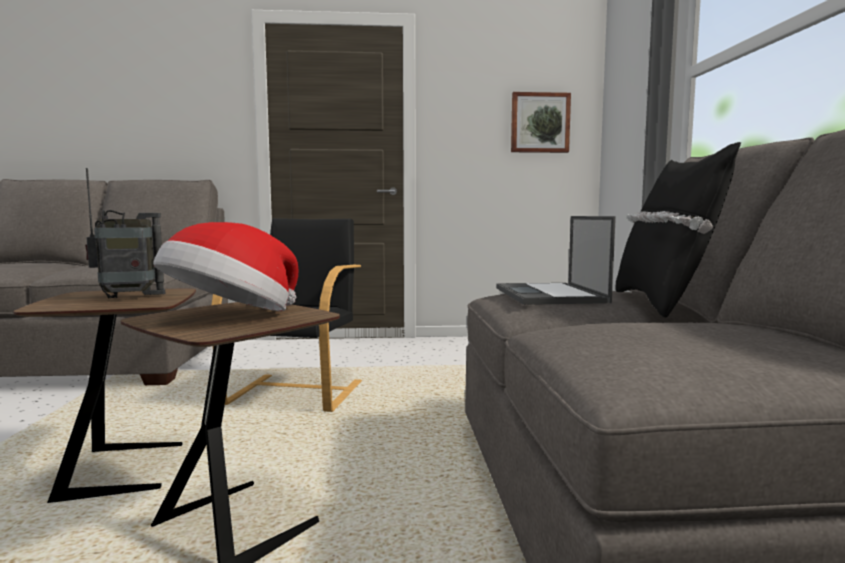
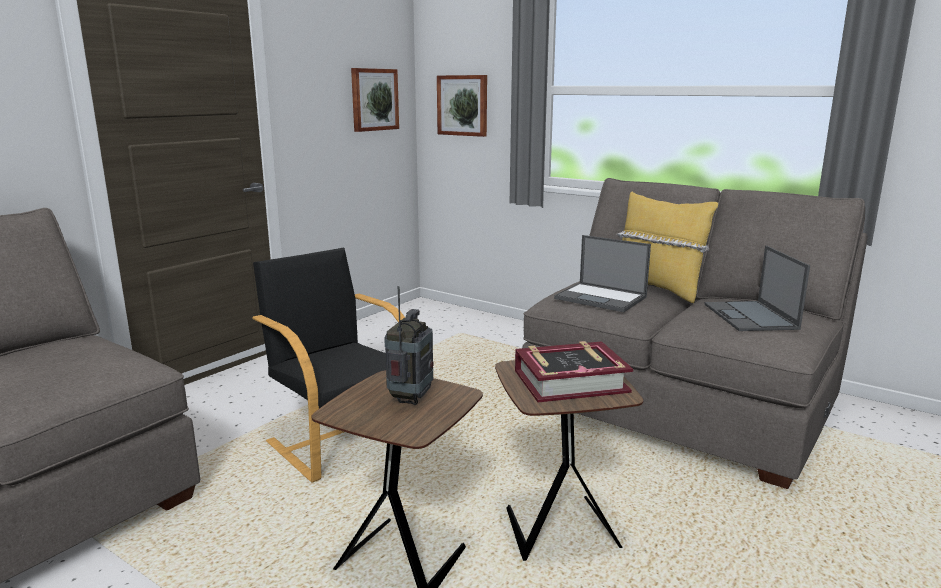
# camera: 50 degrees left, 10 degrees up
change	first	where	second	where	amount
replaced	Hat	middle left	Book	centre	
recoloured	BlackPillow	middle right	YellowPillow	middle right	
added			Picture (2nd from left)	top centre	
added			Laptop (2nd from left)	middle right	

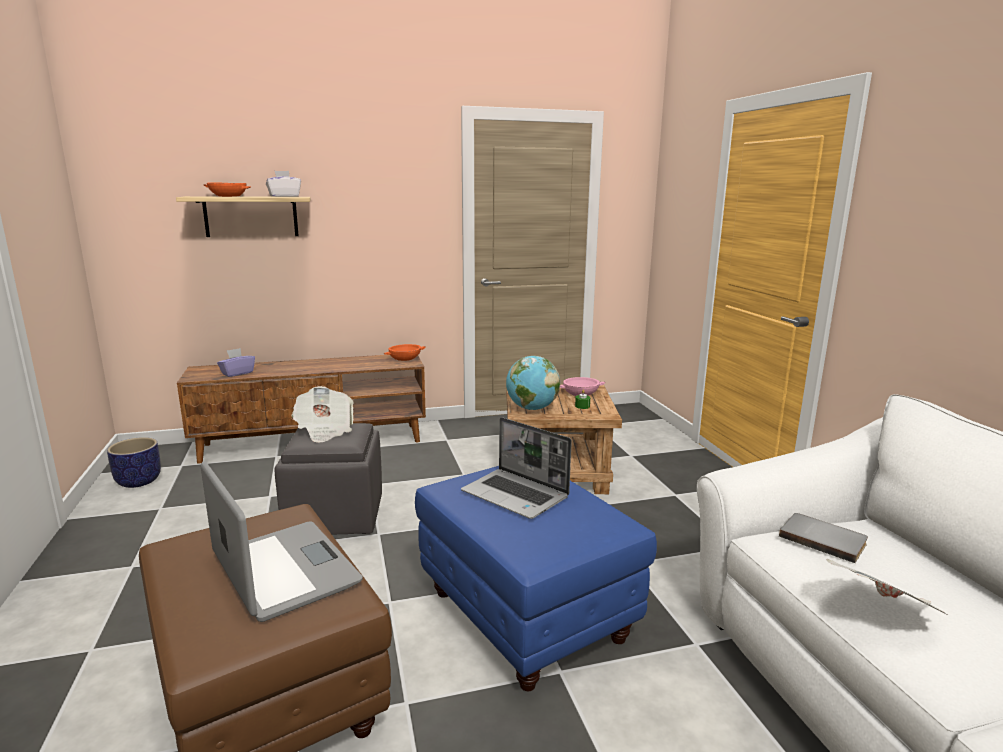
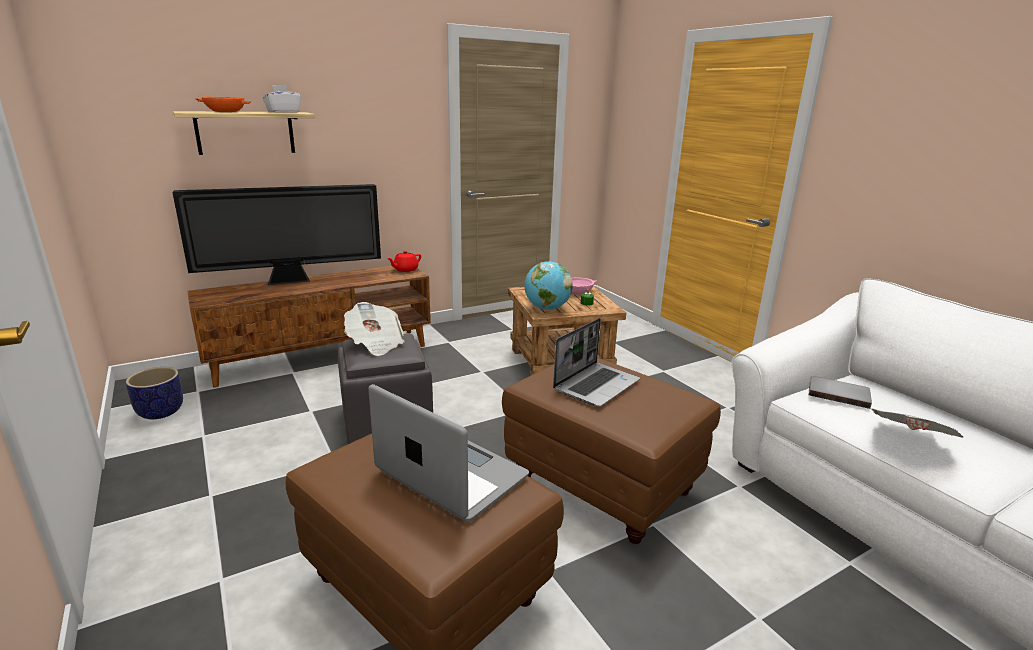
# camera: 15 degrees left, 5 degrees up
change	first	where	second	where	amount
removed	PurpleTissueBox	middle left			
replaced	OrangeBowl (2nd from left)	centre	RedTeapot	centre	
recoloured	BlueOttoman	bottom centre	BrownOttoman (2nd from left)	bottom centre	
turned	Laptop (2nd from left)	centre		centre	75 degrees counterclockwise
added			Television	middle left	

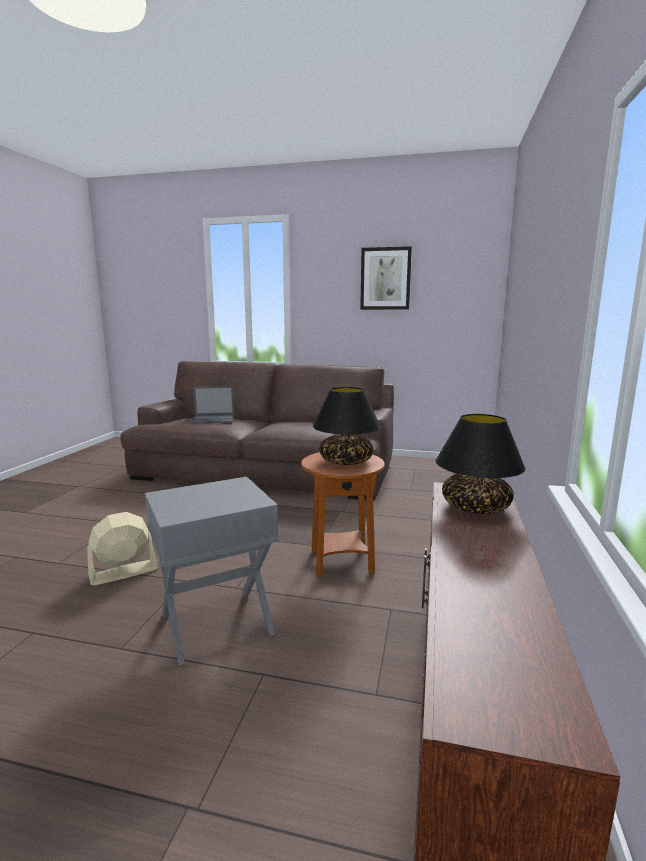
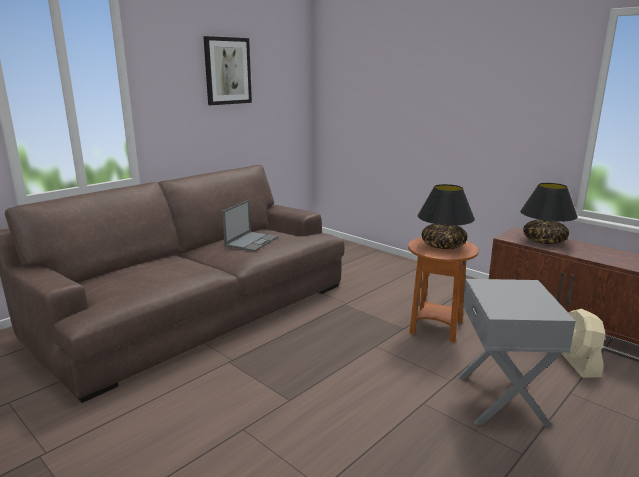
# camera: 60 degrees left, 5 degrees up
change	first	where	second	where	amount
moved	BeigeFan	middle left		bottom right	
moved	Laptop	middle left		centre	

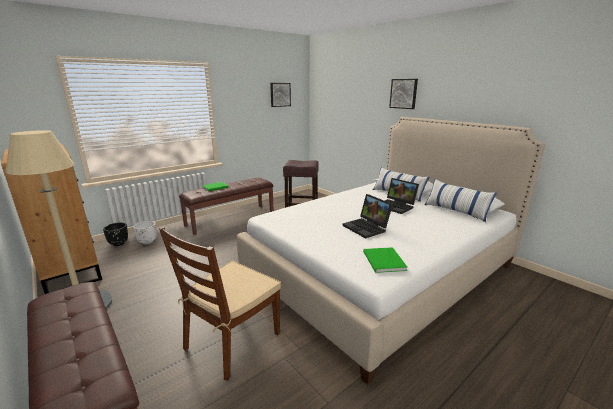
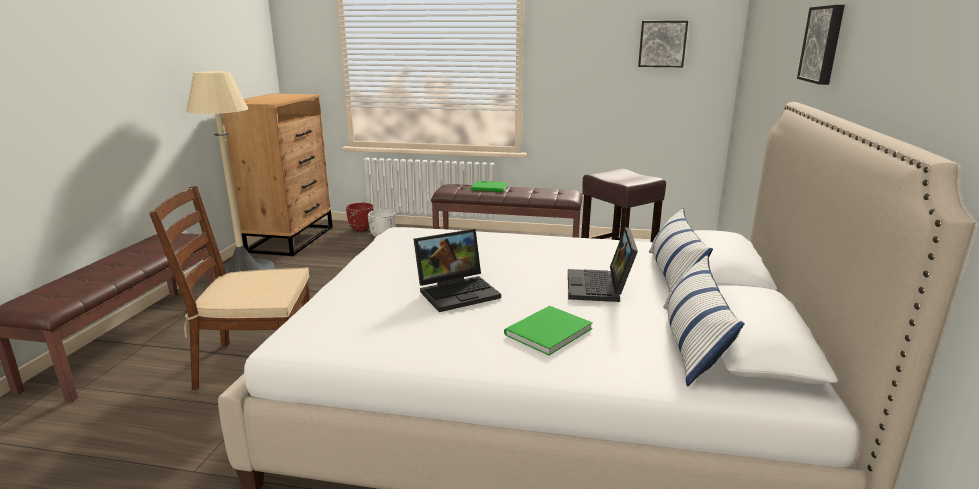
# camera: 50 degrees right, 0 degrees up
change	first	where	second	where	amount
recoloured	BlackPlanter	middle left	RedPlanter	centre	
turned	Laptop (1st from left)	centre		centre	135 degrees counterclockwise
moved	GreenBook (2nd from left)	centre		bottom centre	

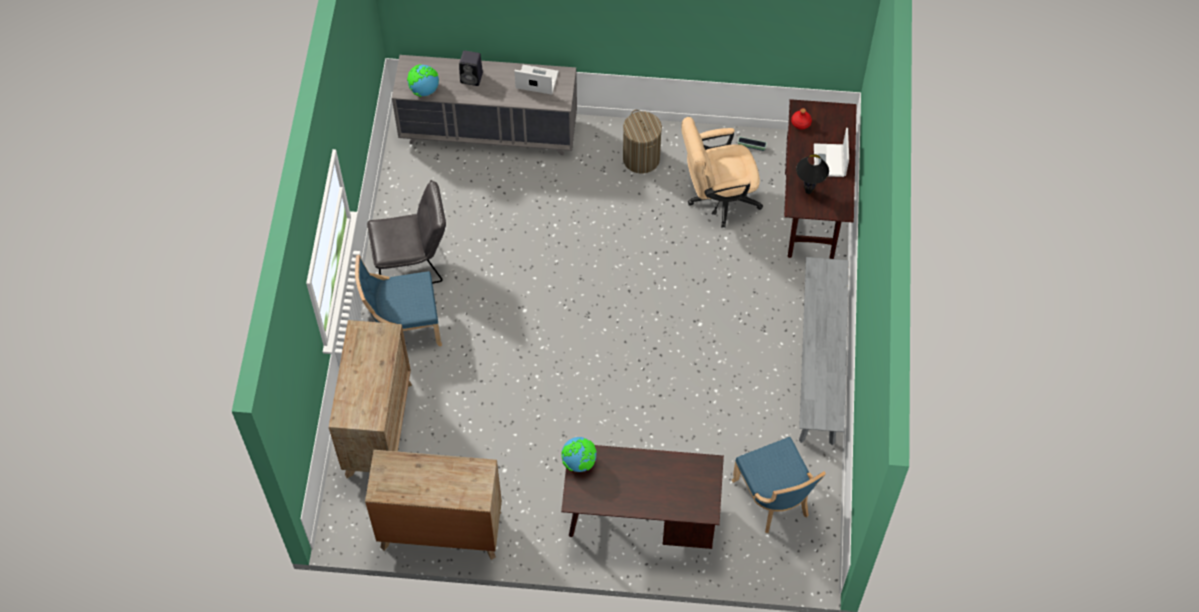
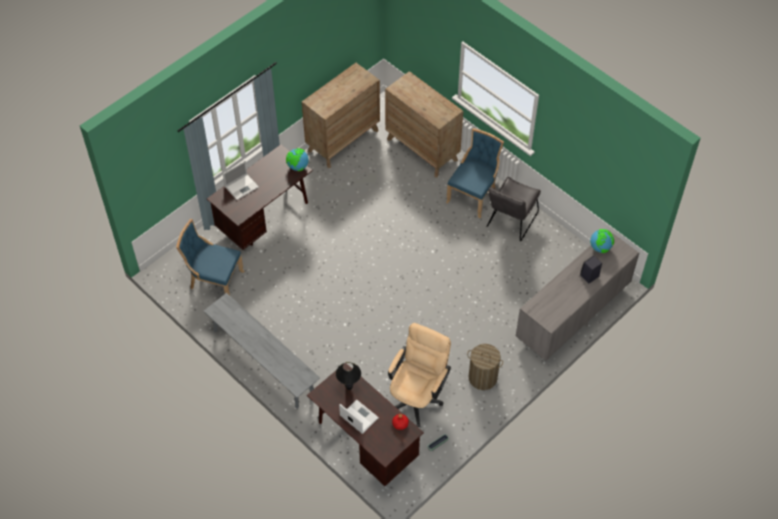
# camera: 130 degrees right, 5 degrees down
change	first	where	second	where	amount
moved	Laptop (1st from left)	top centre		middle left	

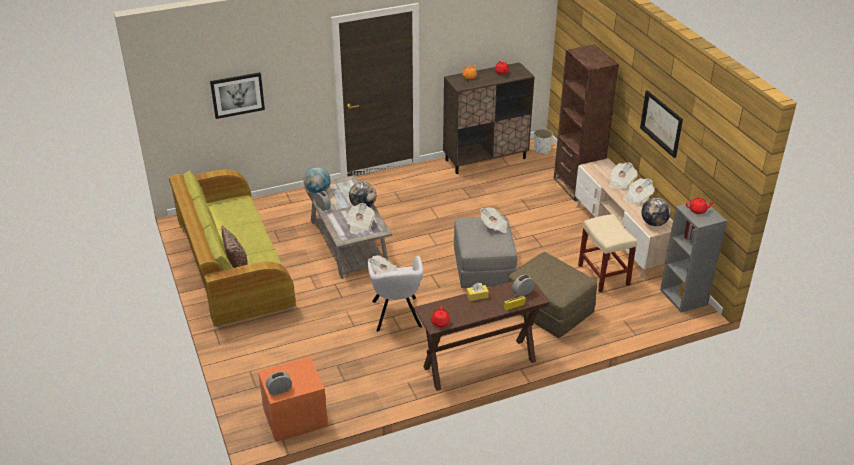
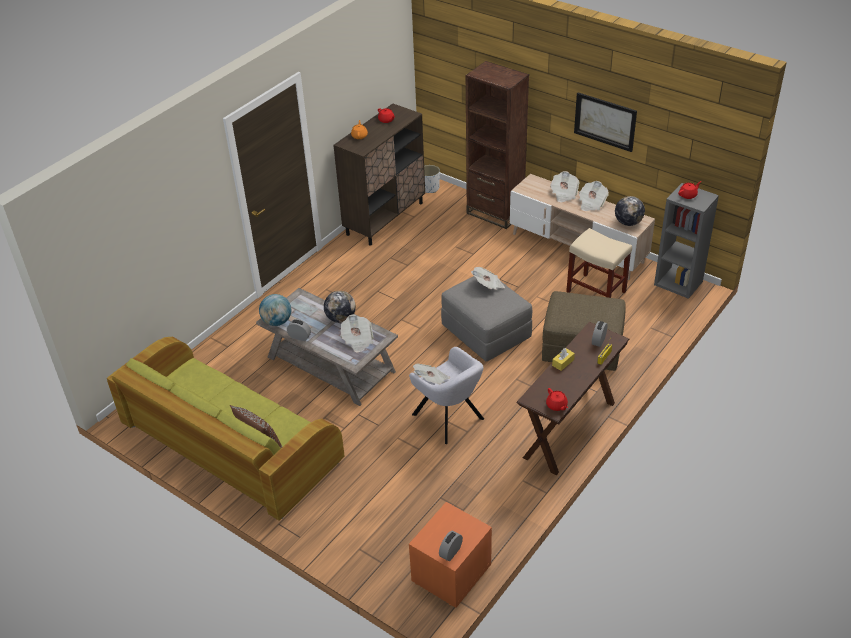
# camera: 30 degrees left, 5 degrees up
change	first	where	second	where	amount
removed	Picture (1st from left)	top left			

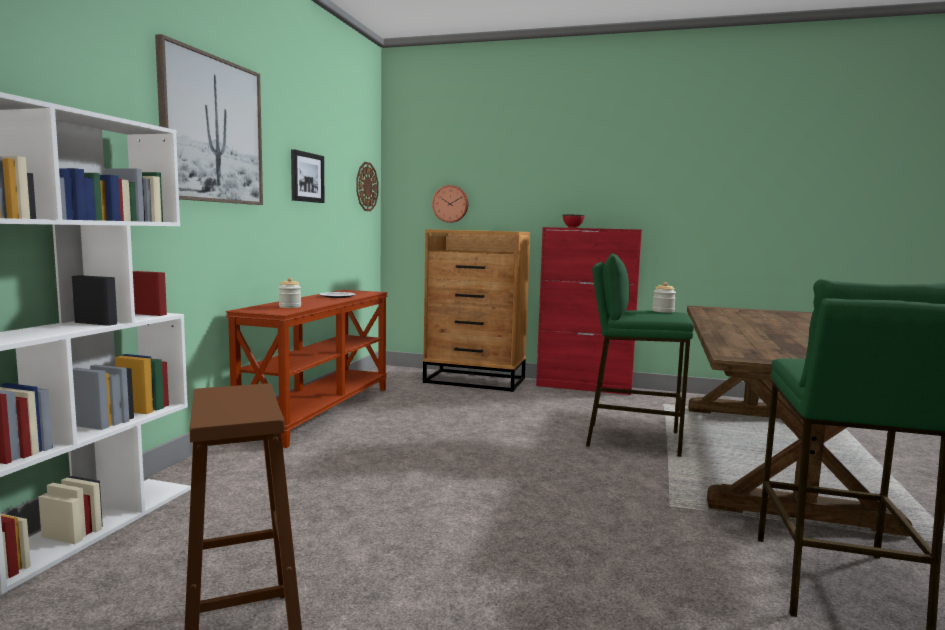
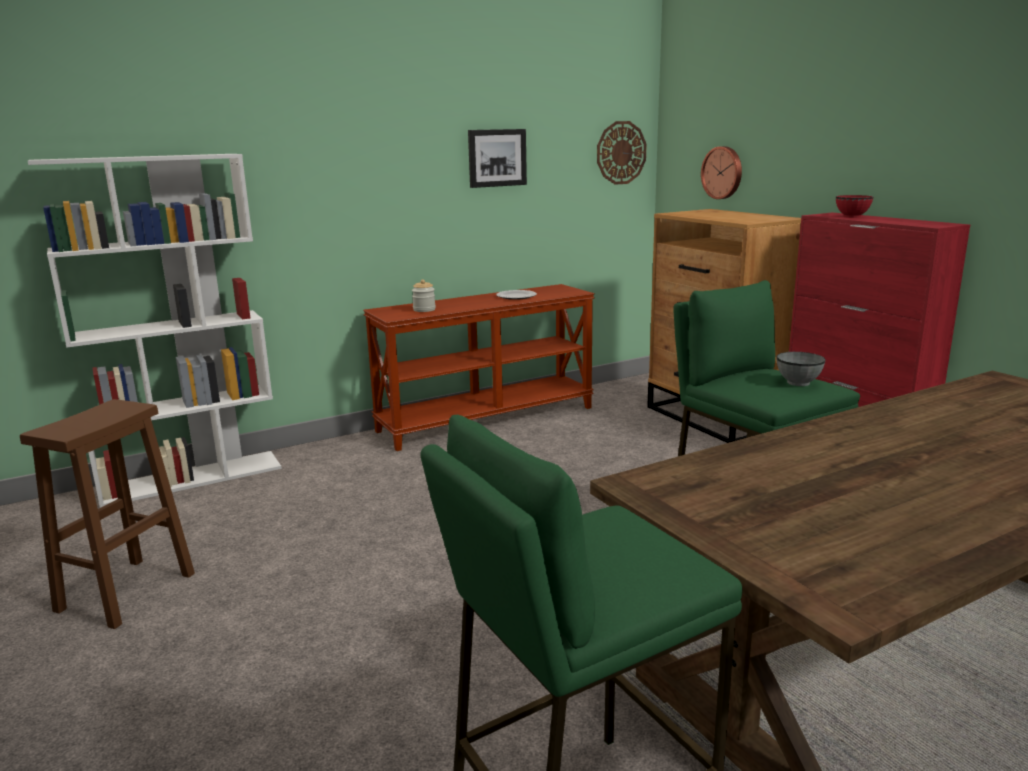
# camera: 45 degrees right, 10 degrees up
change	first	where	second	where	amount
removed	Picture (1st from left)	top left			
replaced	Jar (2nd from left)	middle right	GreyBowl	middle right	

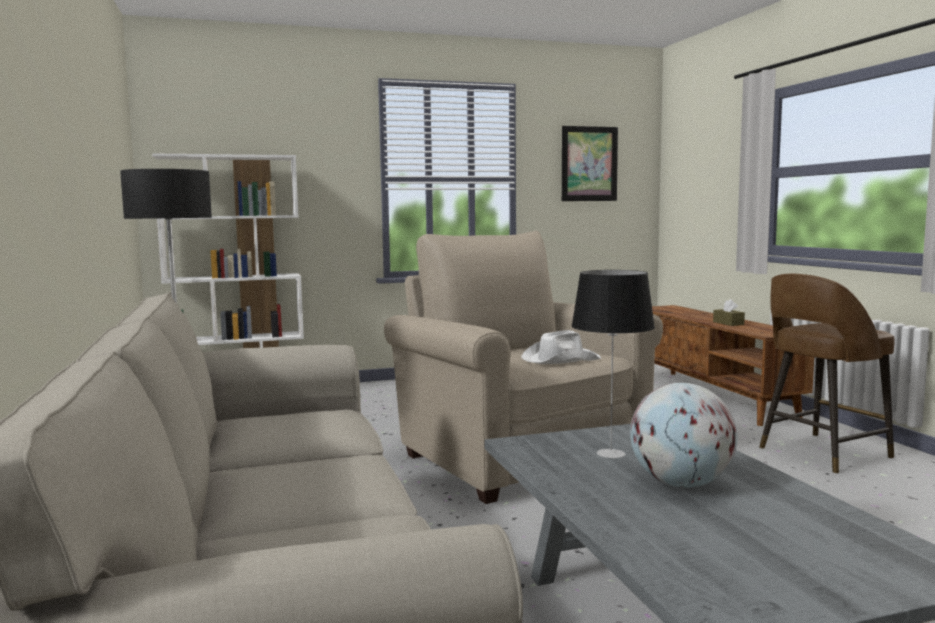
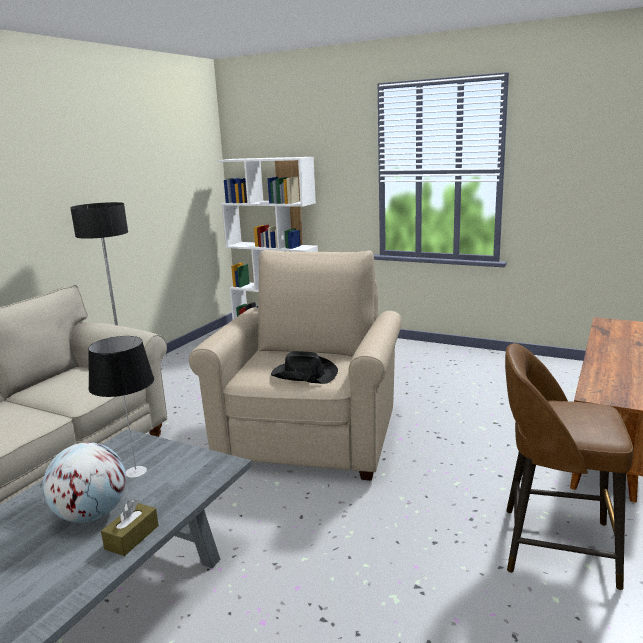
# camera: 45 degrees right, 10 degrees up
change	first	where	second	where	amount
recoloured	WhiteHat	centre	BlackHat	centre	
removed	Picture	top centre			
moved	BrownTissueBox	middle right		bottom left	

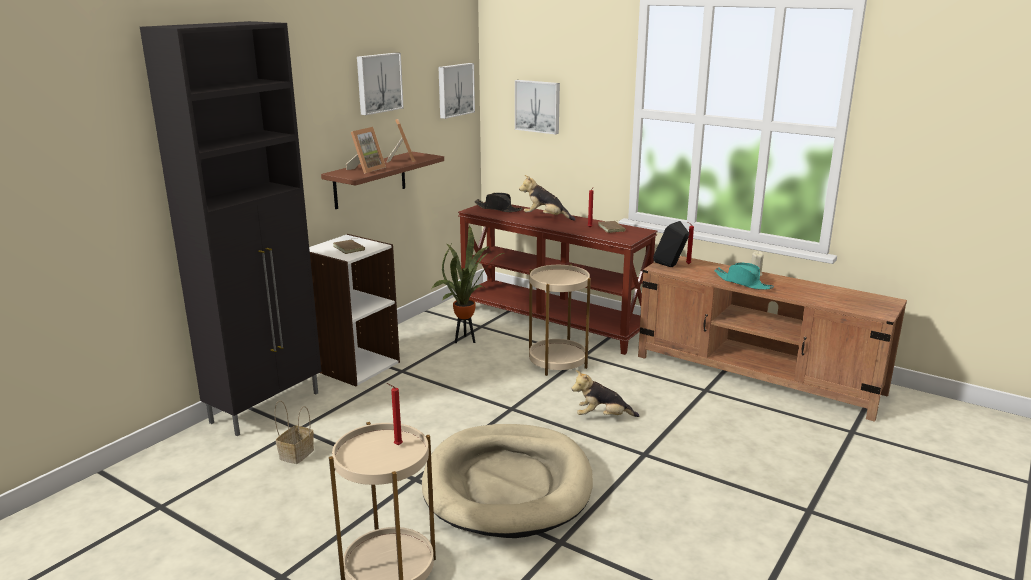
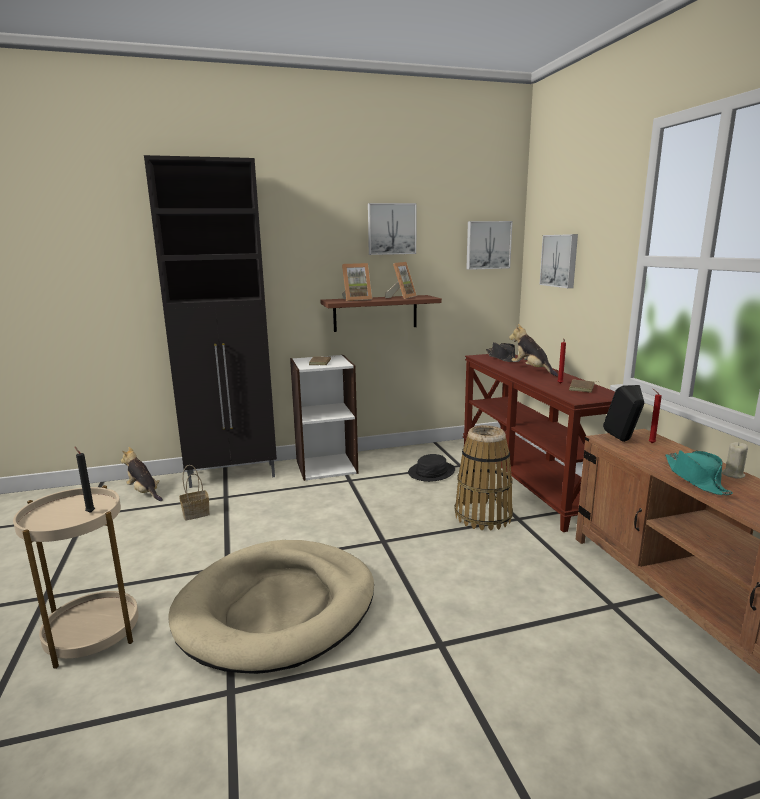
# camera: 40 degrees right, 5 degrees down
change	first	where	second	where	amount
recoloured	RedCandle (1st from left)	bottom centre	BlackCandle	middle left	
replaced	PottedPlant	centre	BlackHat (1st from left)	centre	
replaced	BeigeSideTable (2nd from left)	centre	Basket (2nd from left)	centre	
moved	PlushToy (2nd from left in the first image)	bottom centre	PlushToy (1st from left)	middle left	

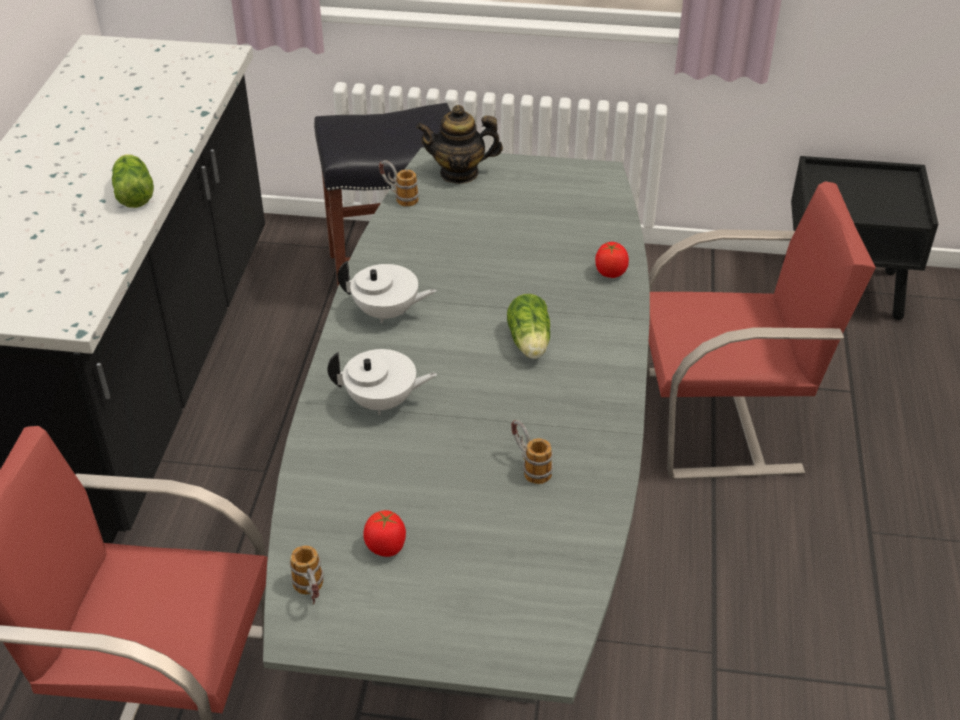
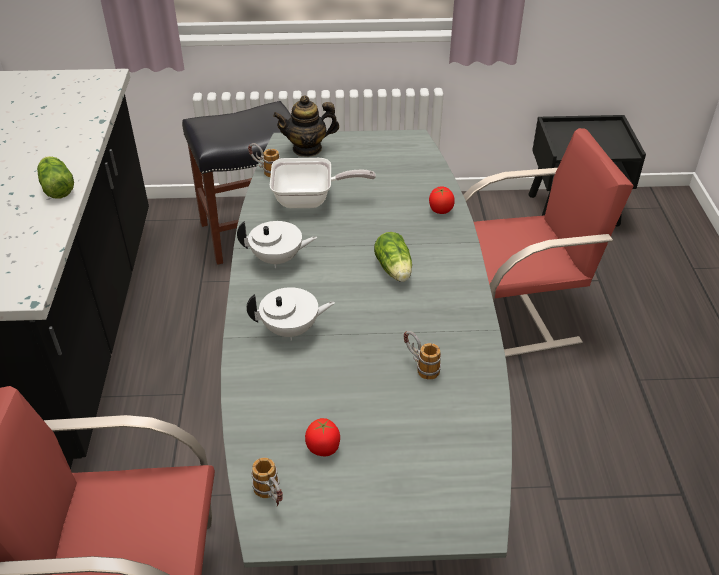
# camera: 10 degrees left, 0 degrees up
change	first	where	second	where	amount
added			FryingPan	top centre	

